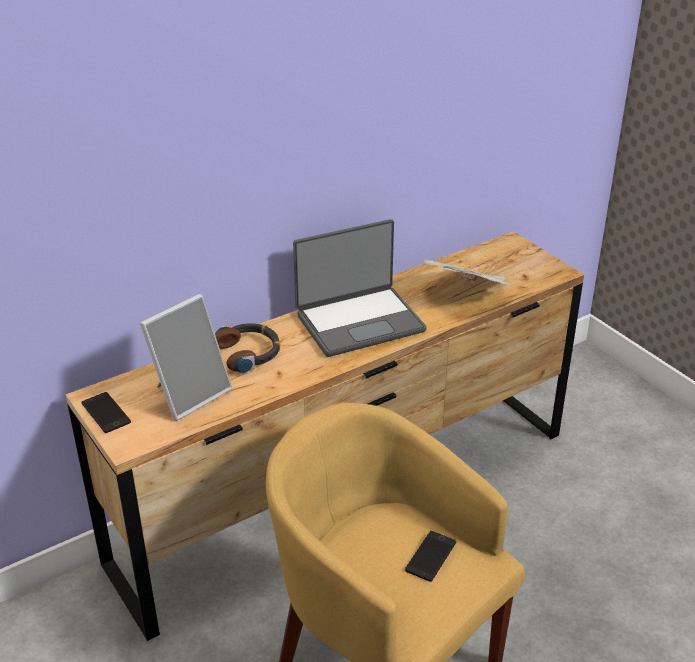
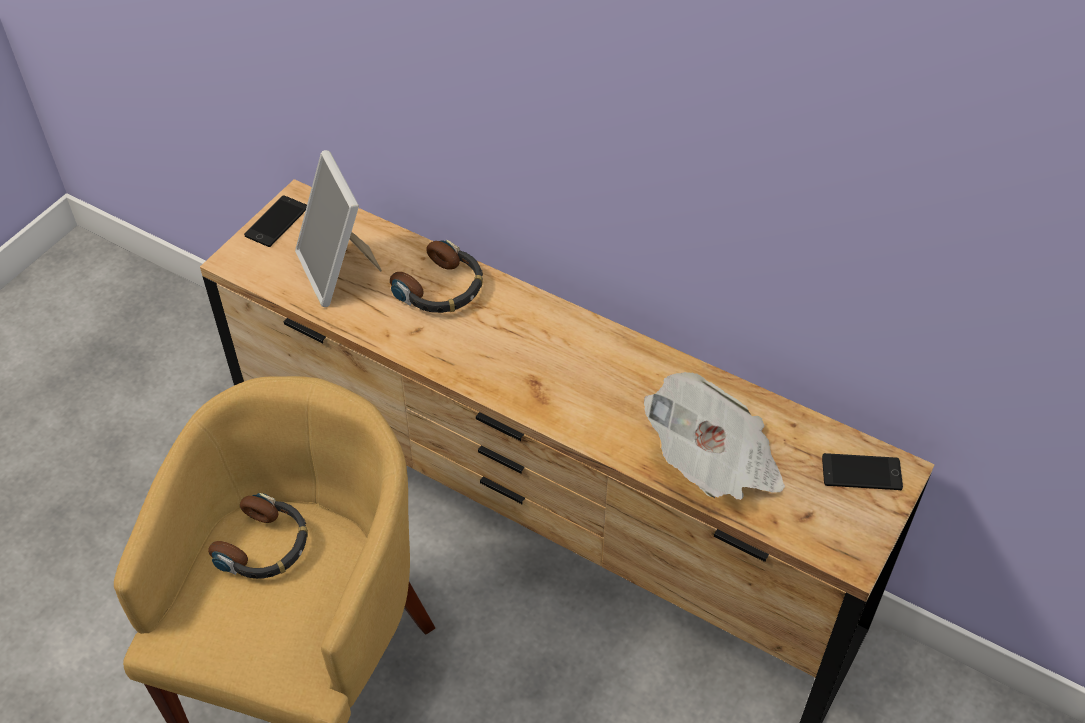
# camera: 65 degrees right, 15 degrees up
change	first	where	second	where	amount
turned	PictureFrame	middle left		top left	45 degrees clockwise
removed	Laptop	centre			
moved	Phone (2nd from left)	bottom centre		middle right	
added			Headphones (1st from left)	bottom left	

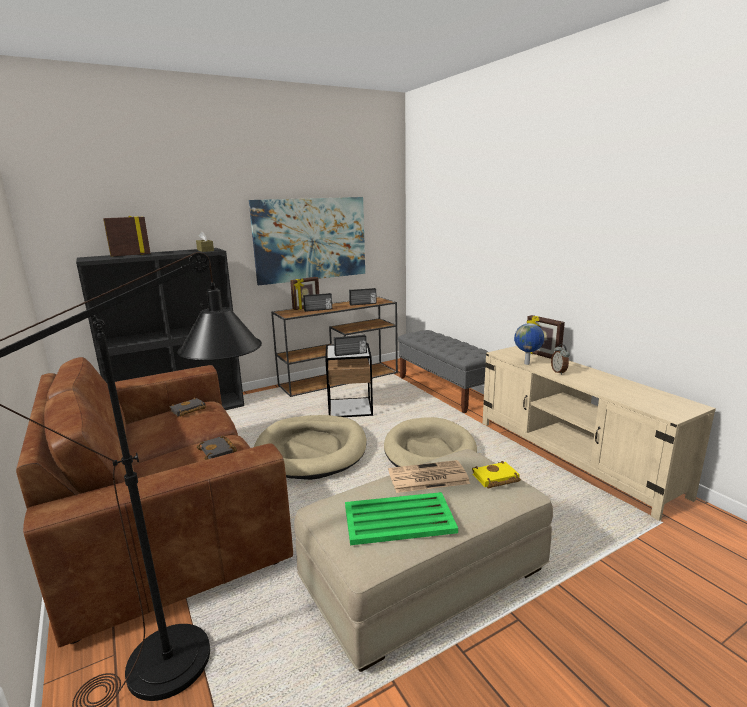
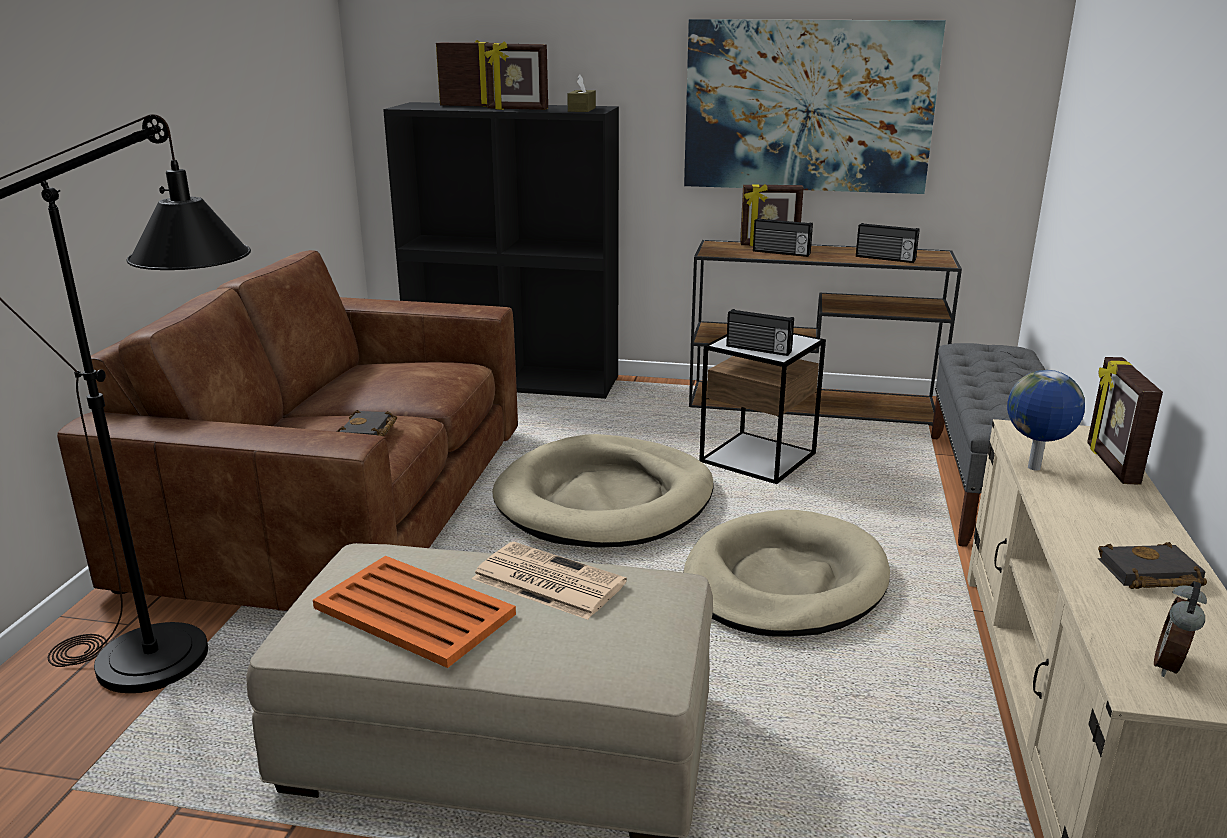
# camera: 40 degrees right, 5 degrees up
change	first	where	second	where	amount
moved	BlackBook (1st from left in the first image)	middle left	BlackBook (2nd from left)	bottom right	
recoloured	GreenTray	bottom centre	OrangeTray	bottom centre	
removed	YellowBook	bottom centre			
moved	AlarmClock	middle right		bottom right	
added			PictureFrame (2nd from left)	top centre	

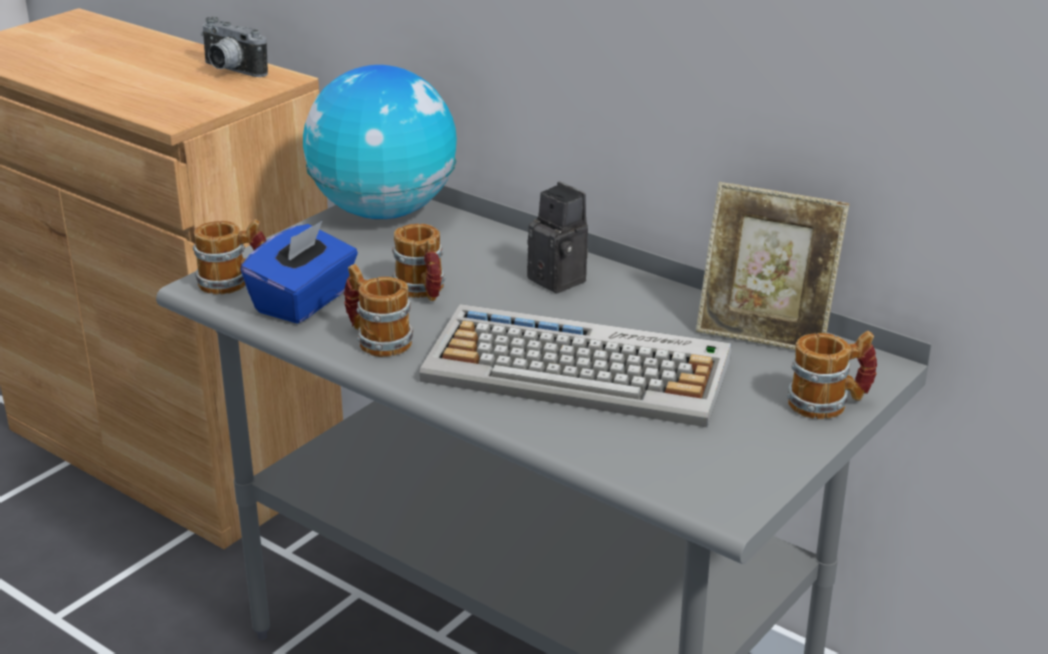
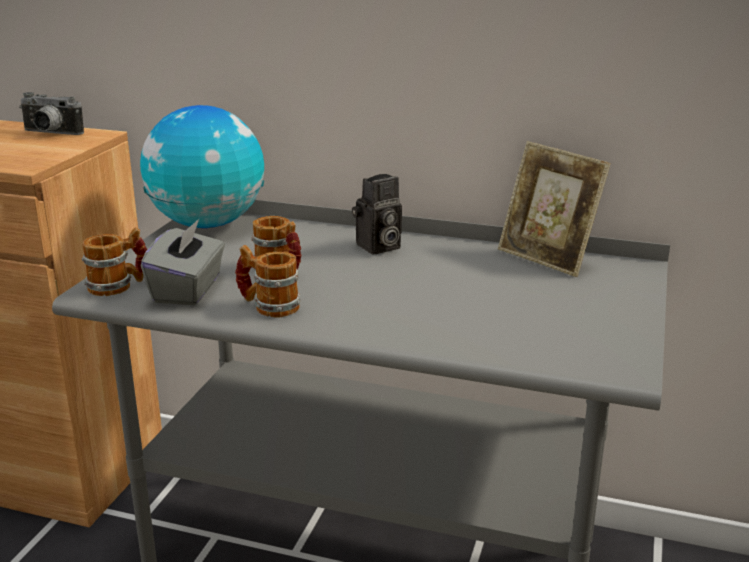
# camera: 20 degrees left, 5 degrees down
change	first	where	second	where	amount
recoloured	BlueTissueBox	middle left	GreyTissueBox	middle left	
removed	Keyboard	centre			
turned	PhotoCamera (2nd from left)	centre		centre	120 degrees clockwise
turned	PictureFrame	middle right		middle right	45 degrees clockwise
removed	Mug (4th from left)	middle right			

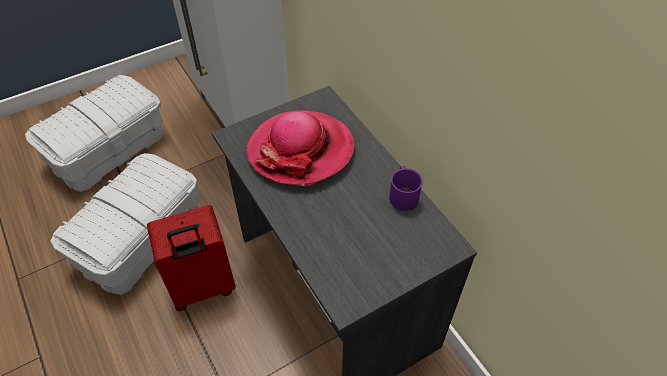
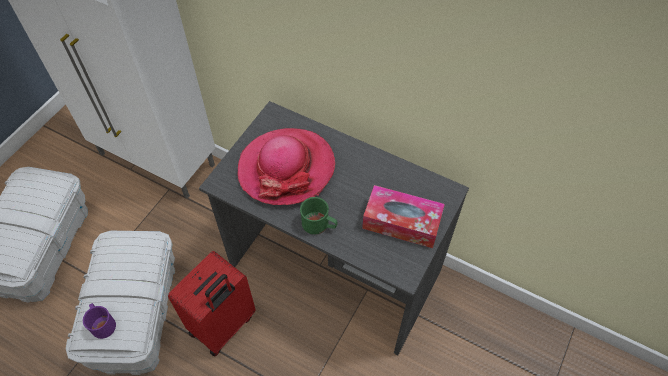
# camera: 30 degrees left, 5 degrees up
change	first	where	second	where	amount
moved	PurpleMug	centre		bottom left	
added			GreenMug	centre	
added			TissueBox	centre	

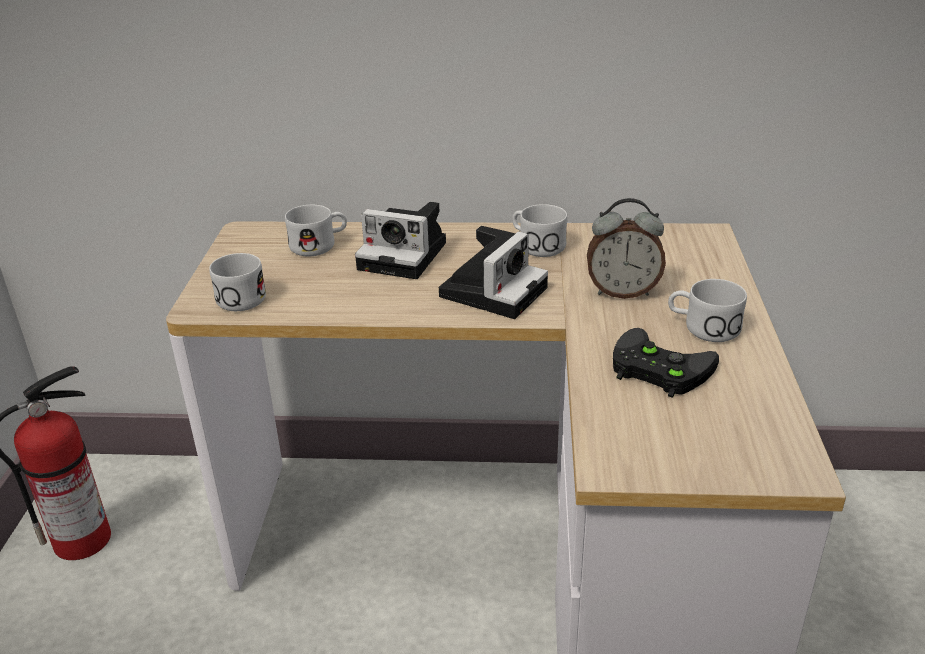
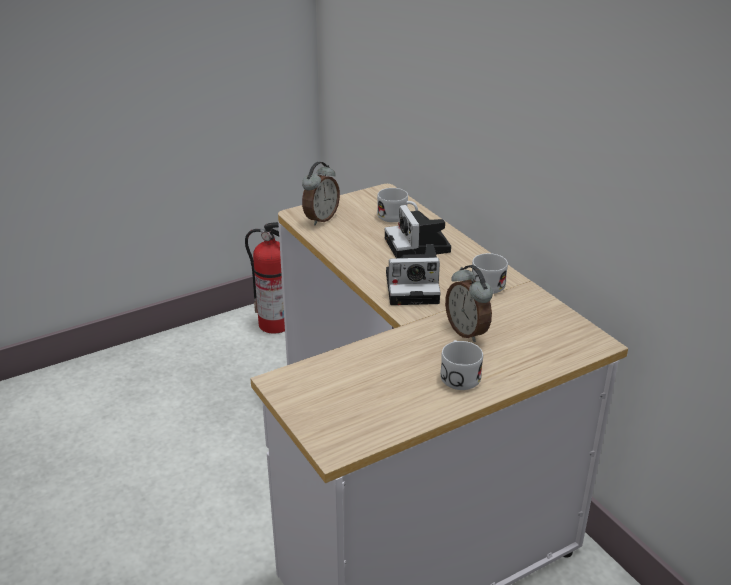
# camera: 55 degrees right, 0 degrees up
change	first	where	second	where	amount
replaced	WhiteMug (1st from left)	middle left	AlarmClock (1st from left)	top centre	
removed	BlackGameController	middle right			

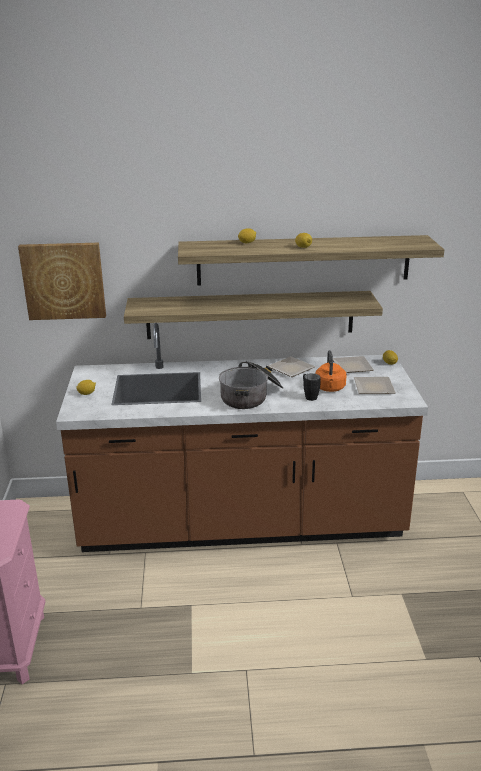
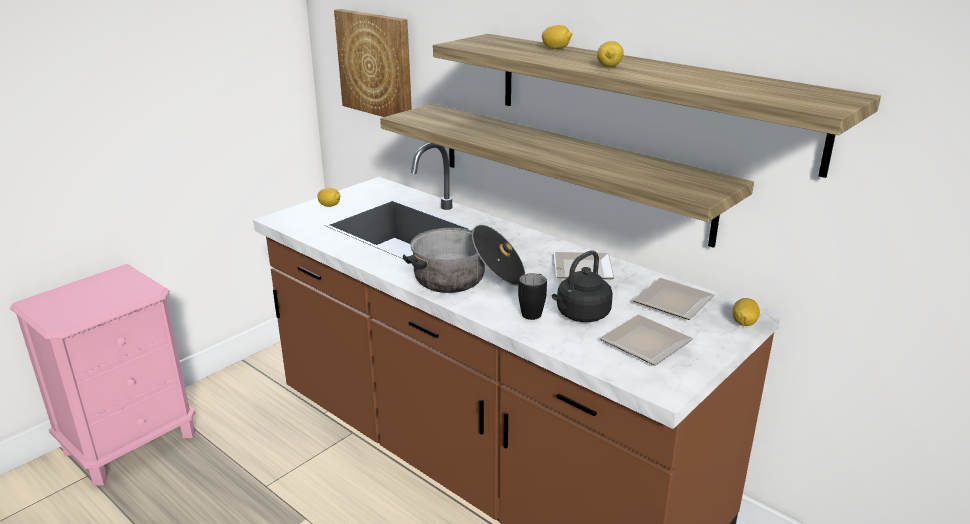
# camera: 45 degrees right, 0 degrees up
change	first	where	second	where	amount
recoloured	OrangeKettle	middle right	BlackKettle	centre	

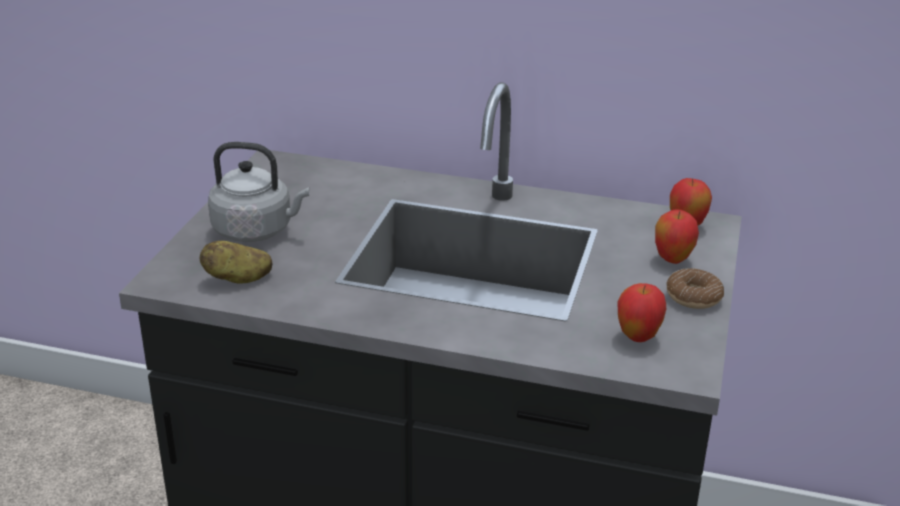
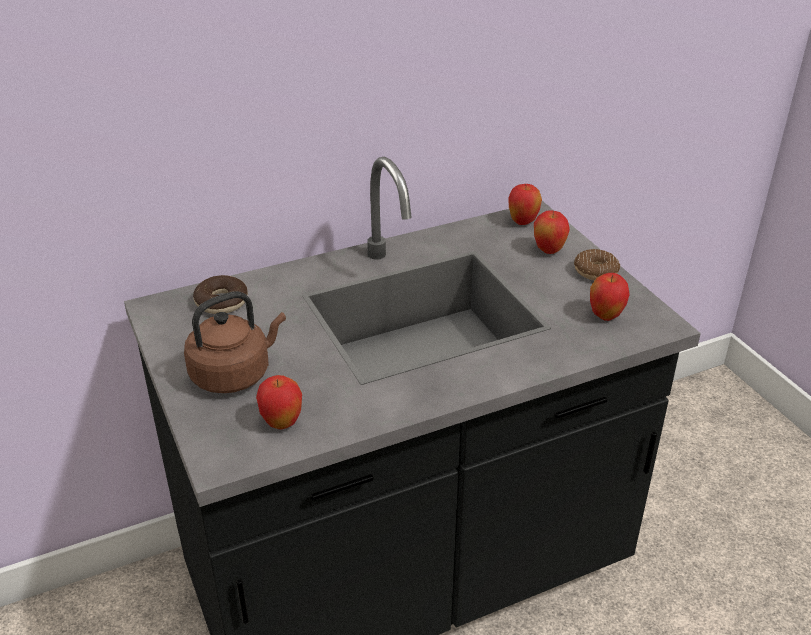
# camera: 40 degrees left, 5 degrees up
change	first	where	second	where	amount
replaced	Potato	middle left	Apple (1st from left)	centre	
recoloured	GreyKettle	middle left	BrownKettle	middle left	
added			Donut (1st from left)	middle left	

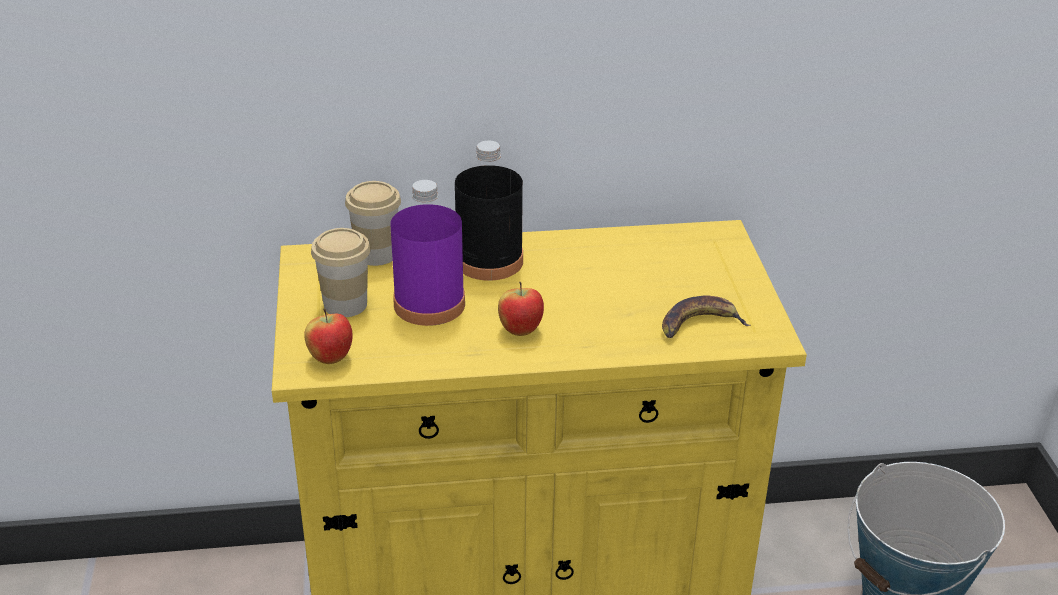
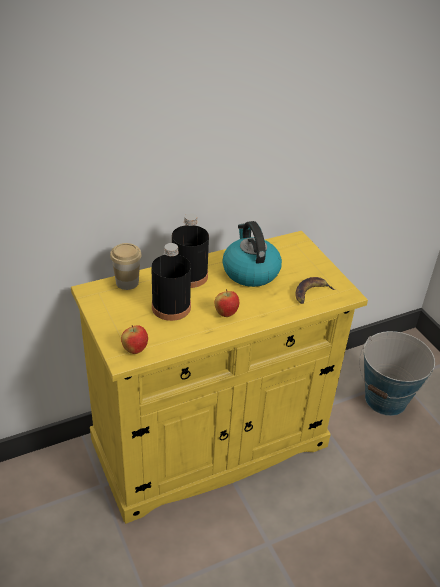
# camera: 20 degrees left, 5 degrees up
change	first	where	second	where	amount
removed	Cup (1st from left)	middle left			
recoloured	PurpleBottle	centre	BlackBottle (1st from left)	centre	
added			Kettle	centre	

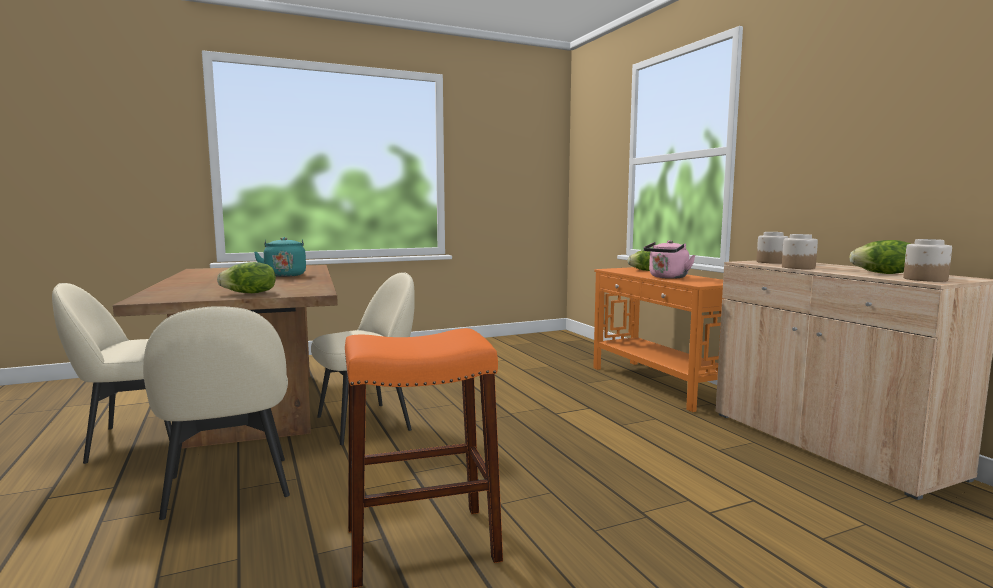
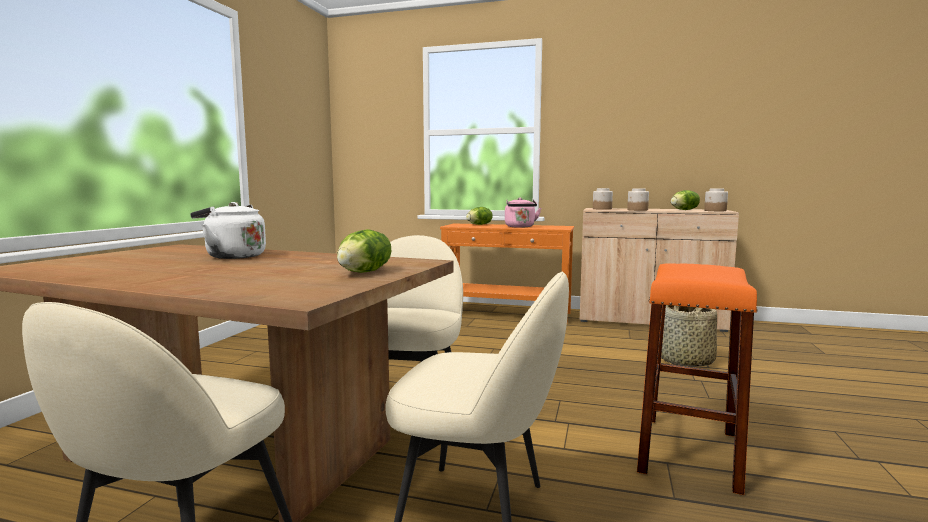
# camera: 50 degrees left, 0 degrees up
change	first	where	second	where	amount
recoloured	TurquoiseKettle	middle left	WhiteKettle	middle left	
added			Basket	middle right	

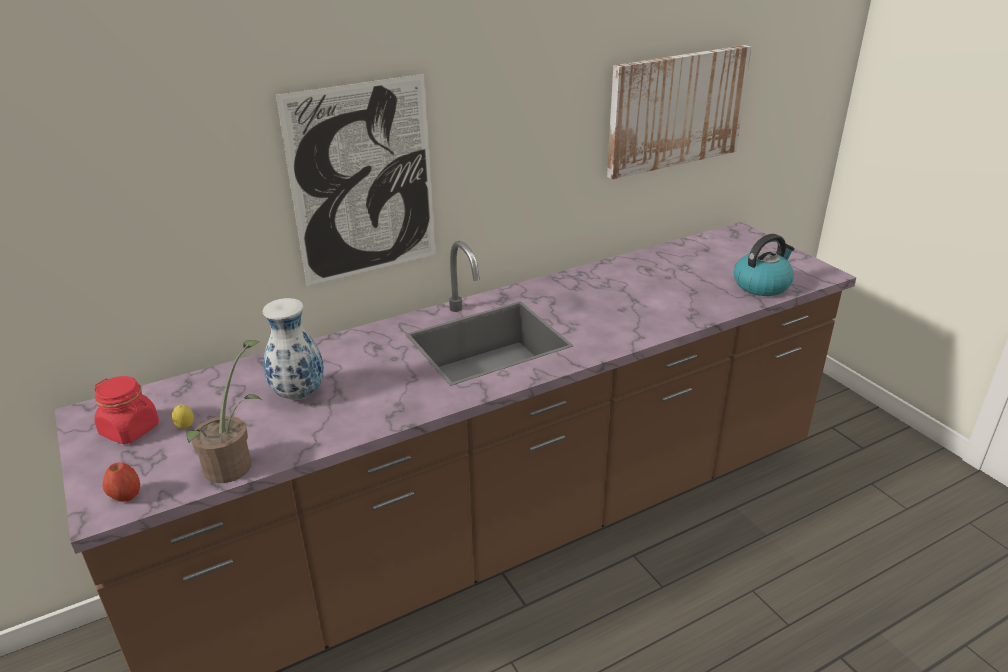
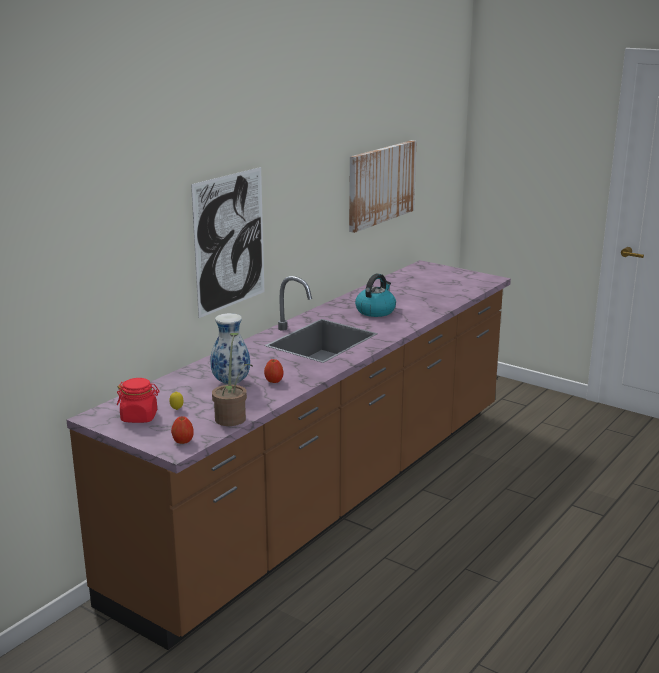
# camera: 25 degrees left, 10 degrees down
change	first	where	second	where	amount
moved	Kettle	middle right		centre	
added			Apple (2nd from left)	centre	

